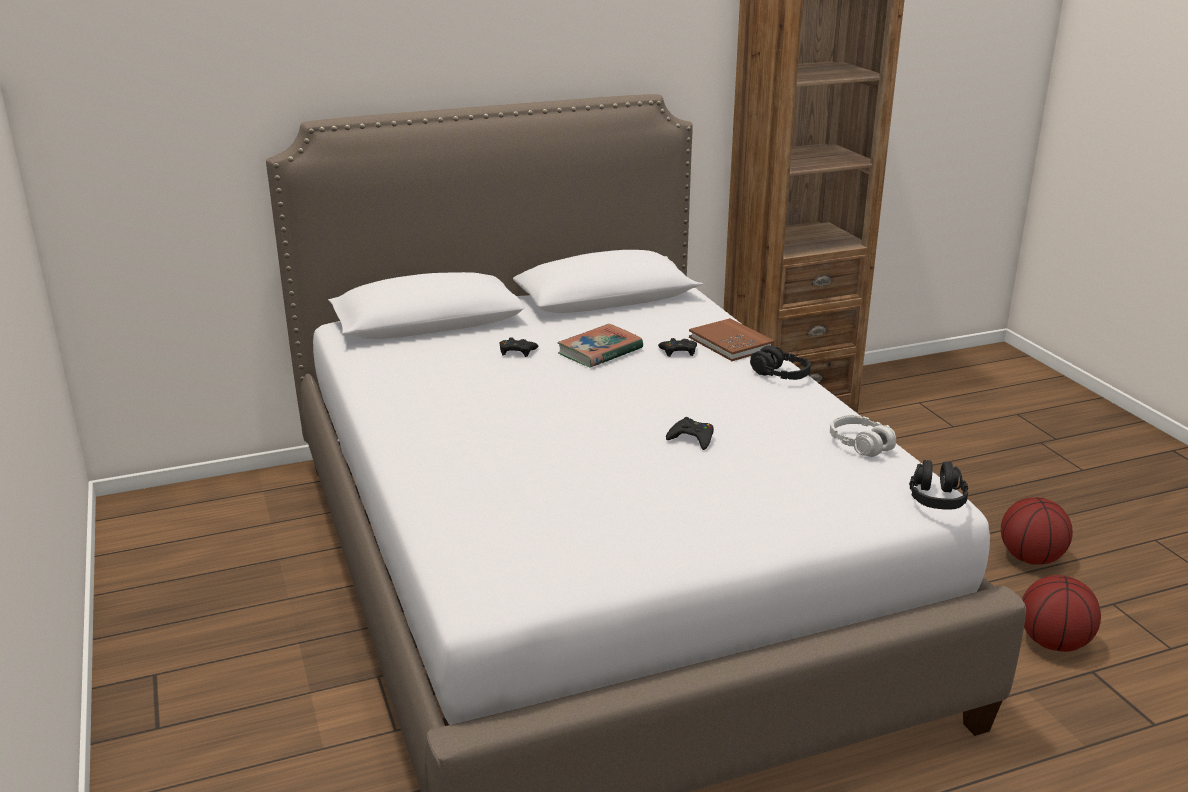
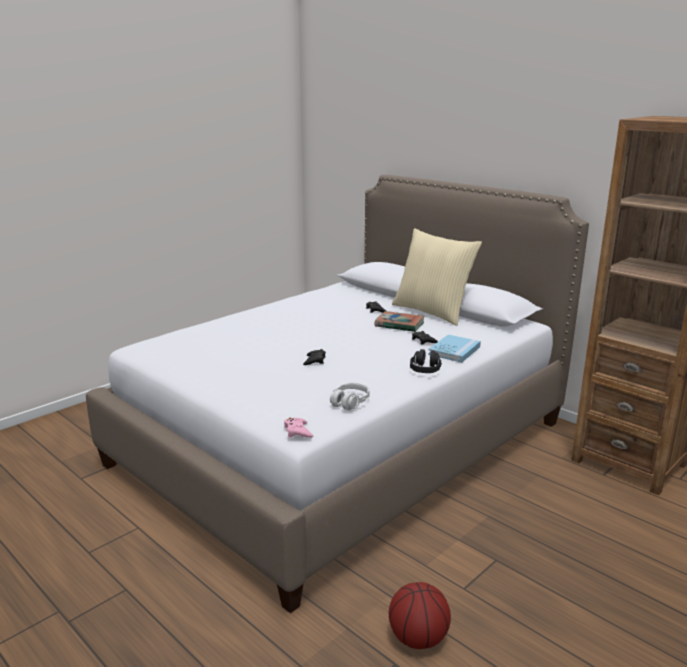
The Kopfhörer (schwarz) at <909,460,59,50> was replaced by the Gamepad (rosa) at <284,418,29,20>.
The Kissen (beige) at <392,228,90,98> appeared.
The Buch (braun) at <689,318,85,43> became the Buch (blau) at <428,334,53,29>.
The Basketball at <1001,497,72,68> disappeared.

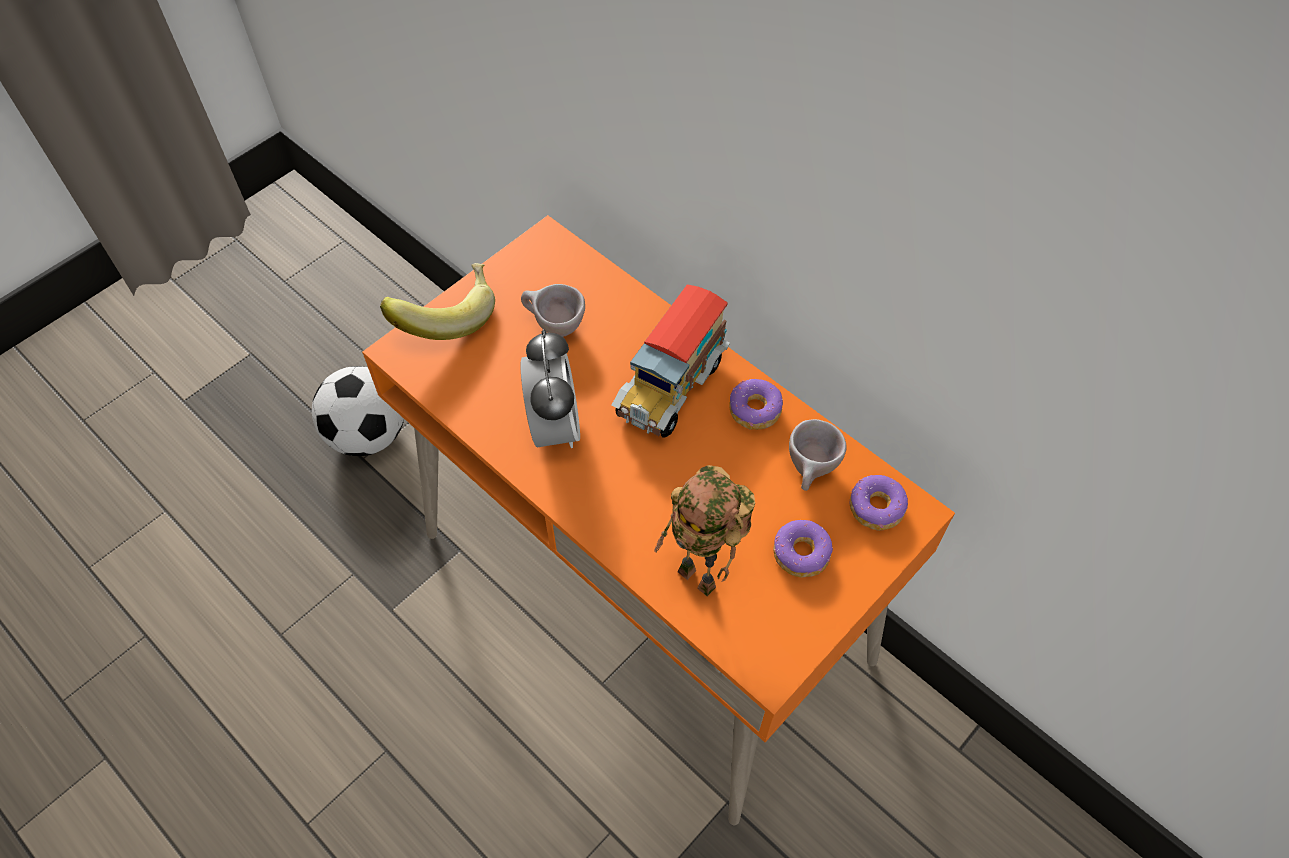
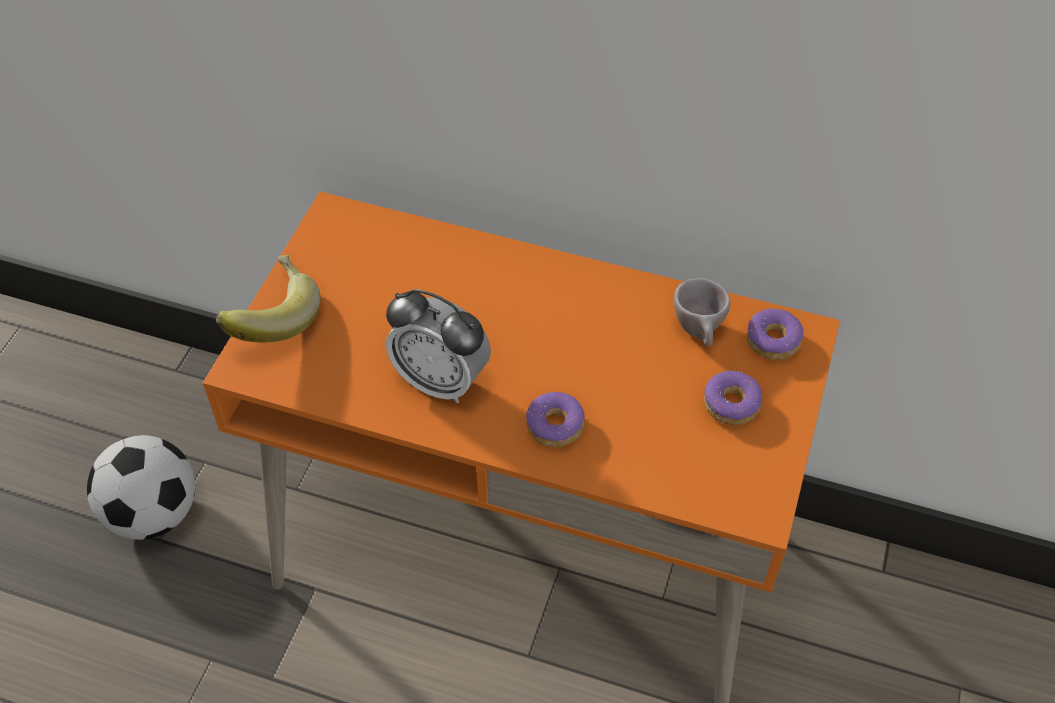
The Wecker at <521,329,59,119> turned 150 degrees clockwise.
The Donut moved from <729,379,54,51> to <526,392,58,55>.
The Tasse (beige) at <521,284,64,53> disappeared.
The Spielzeuglaster at <612,284,118,154> disappeared.
The Spielzeugroboter at <654,465,101,131> disappeared.

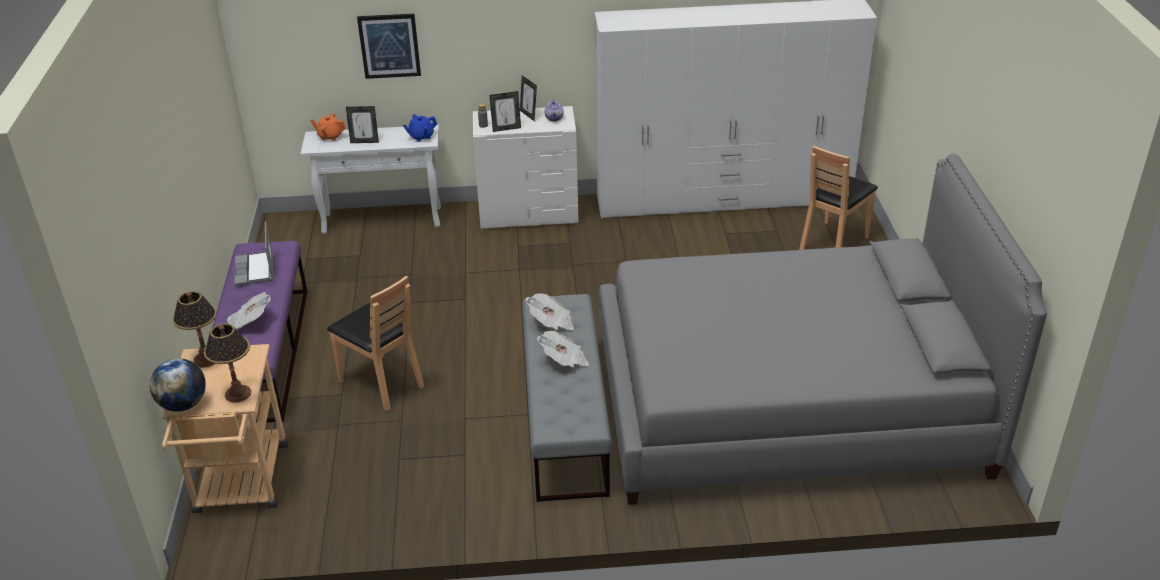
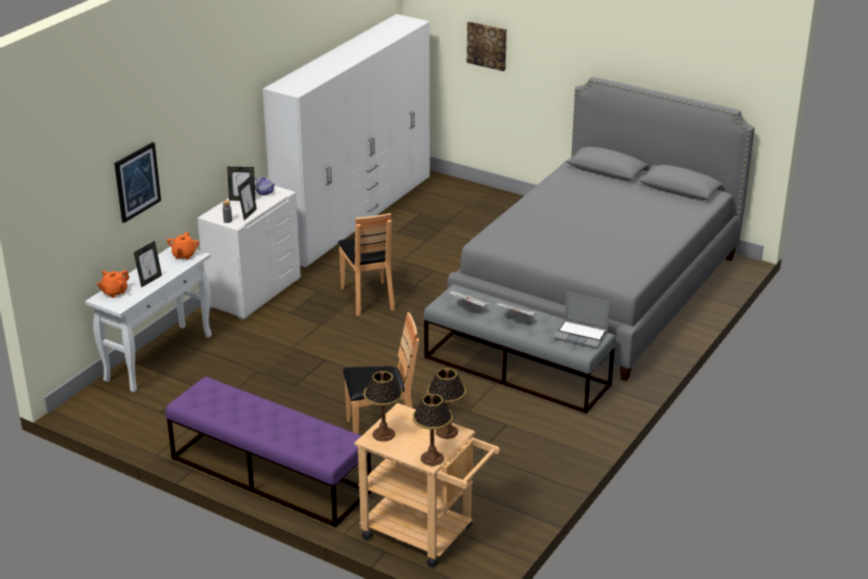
The Teekanne (blau) at <403,114,34,28> became the Teekanne (orange) at <167,232,32,28>.
The Stuhl (braun) moved from <799,146,79,104> to <338,213,57,103>.
The Globus at <150,358,56,54> was replaced by the Tischlampe at <413,394,40,72>.
The Bild at <467,21,40,50> appeared.
The Laptop moved from <234,221,39,65> to <554,292,56,57>.
The Zeitung at <227,292,44,37> disappeared.

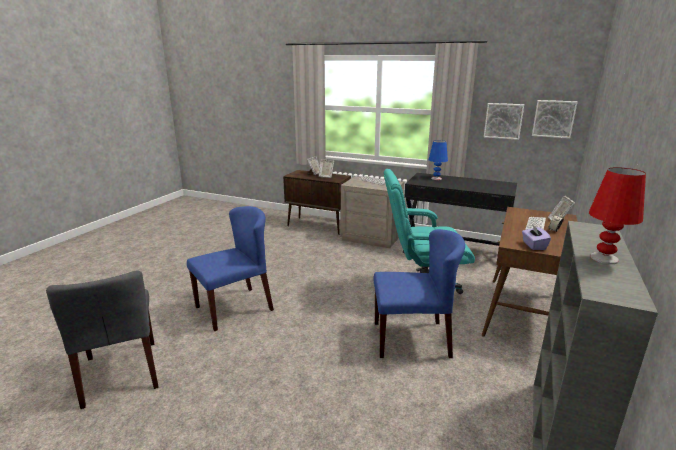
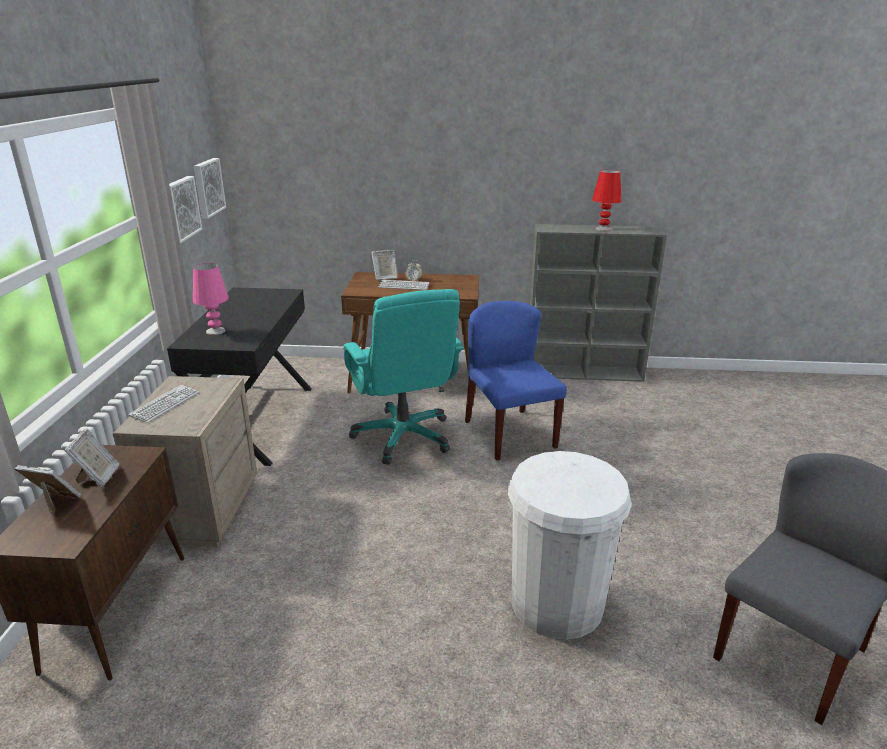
The Tischlampe (blau) at <429,140,19,40> became the Tischlampe (rosa) at <193,263,36,72>.
The Stuhl (blau) at <187,206,87,125> was replaced by the Mülleimer (weiß) at <508,451,124,189>.
The Taschentuchbox (lila) at <522,225,29,25> disappeared.

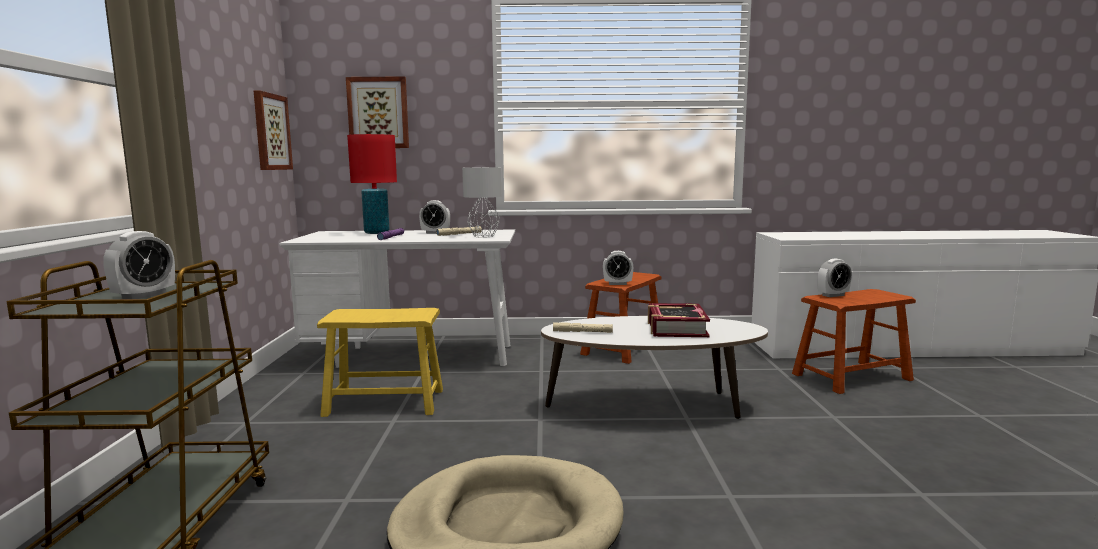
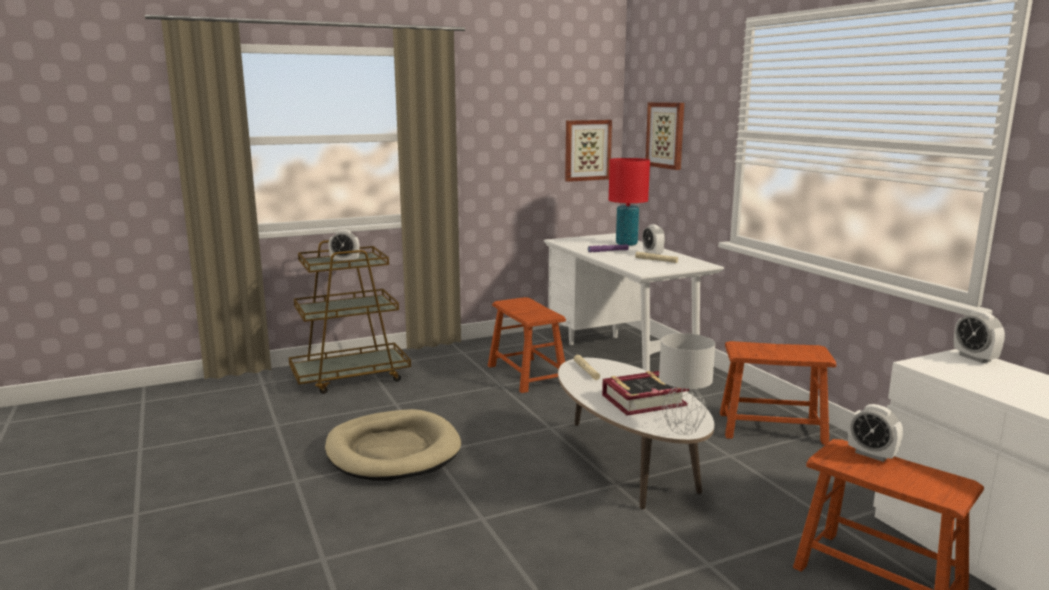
The Hocker (gelb) at <317,308,126,109> became the Hocker (braun) at <488,297,78,96>.
The Tischlampe (grau) moved from <462,167,40,71> to <659,333,56,102>.
The Wecker moved from <603,251,30,34> to <954,311,51,52>.

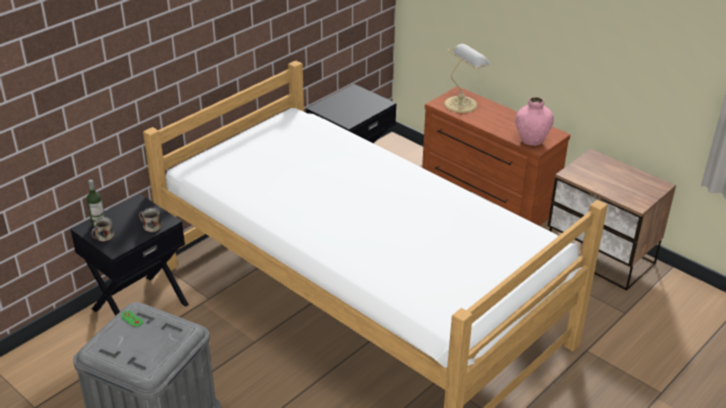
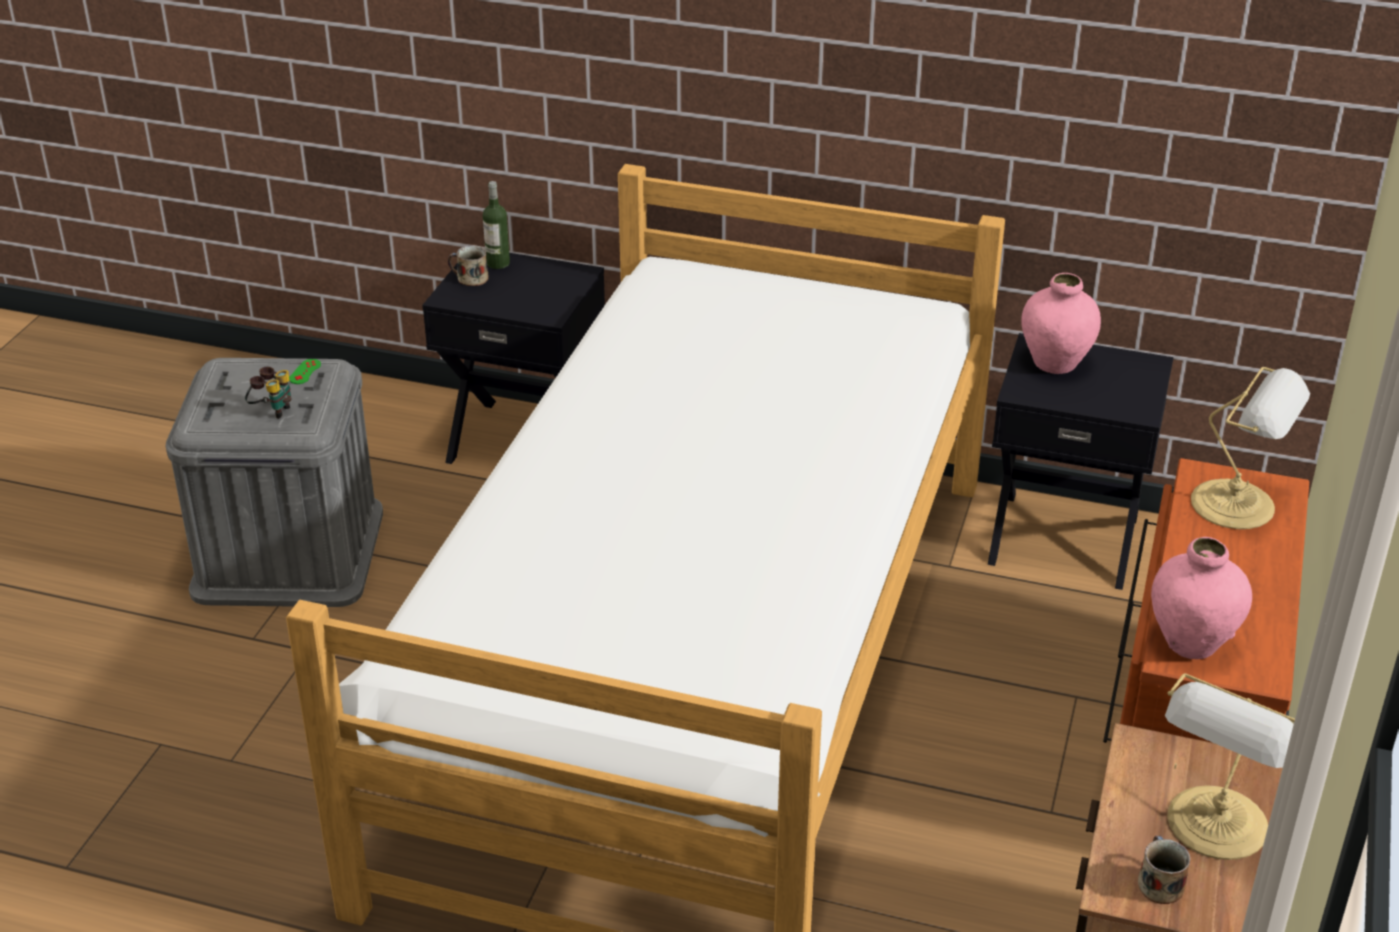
The Fernglas at <245,367,47,52> appeared.
The Vase (rosa) at <1021,273,80,101> appeared.
The Henkelbecher moved from <139,208,23,24> to <1138,836,53,68>.
The Tischlampe at <1165,674,130,186> appeared.

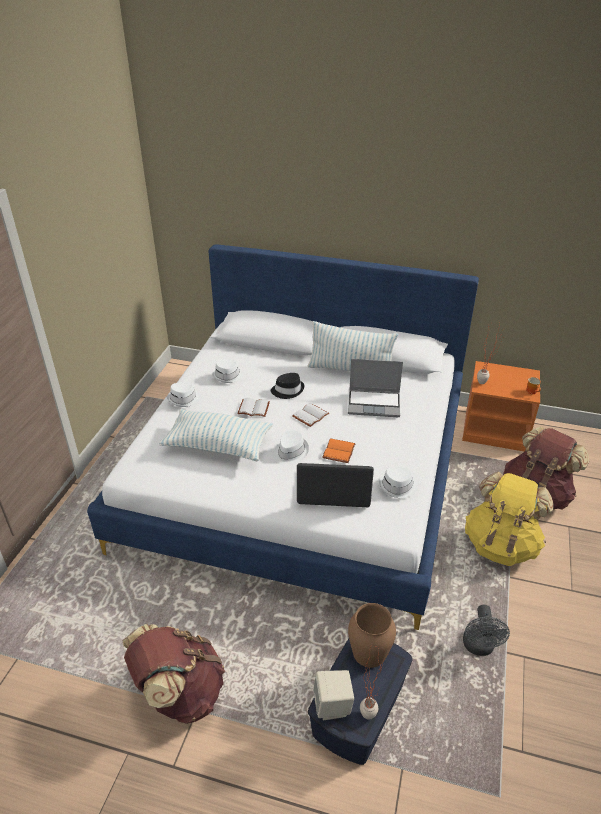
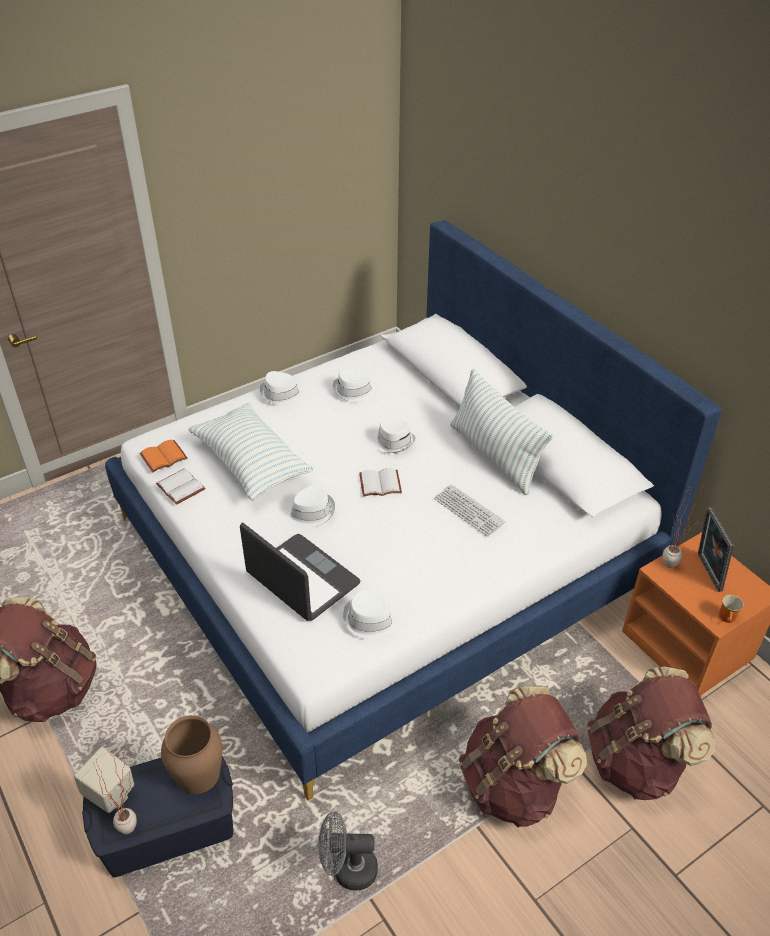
The Buch (orange) moved from <322,438,34,25> to <140,440,48,32>.
The Buch (weiß) moved from <237,398,33,19> to <156,468,50,37>.
The Ventilator (grau) at <463,605,47,51> turned 45 degrees clockwise.
The Hut (schwarz) at <271,373,34,26> became the Hut (weiß) at <372,418,43,35>.
The Laptop at <348,359,55,58> was replaced by the Tastatur at <434,484,71,53>.
The Rucksack (gelb) at <465,472,89,94> became the Rucksack (braun) at <459,686,128,142>.
The Bilderrahmen at <698,507,36,85> appeared.

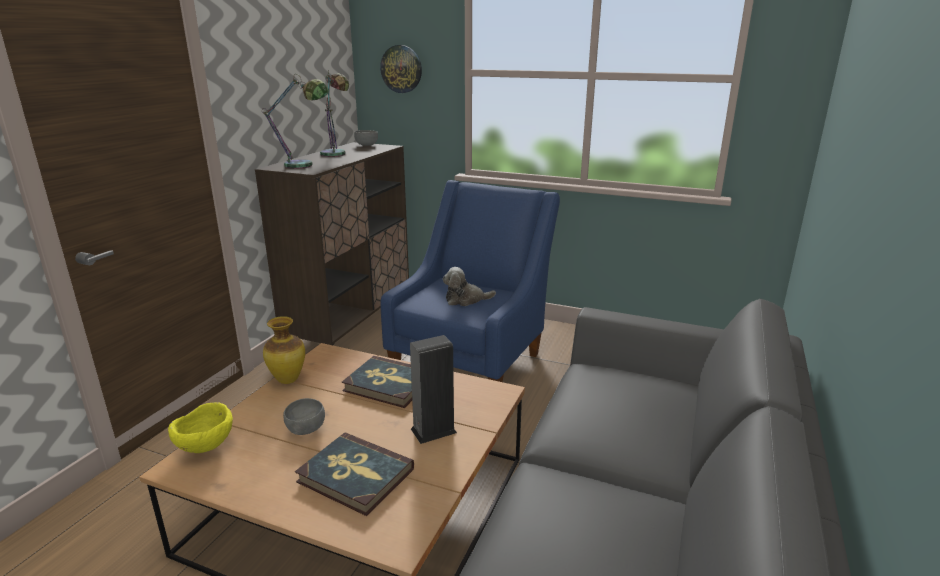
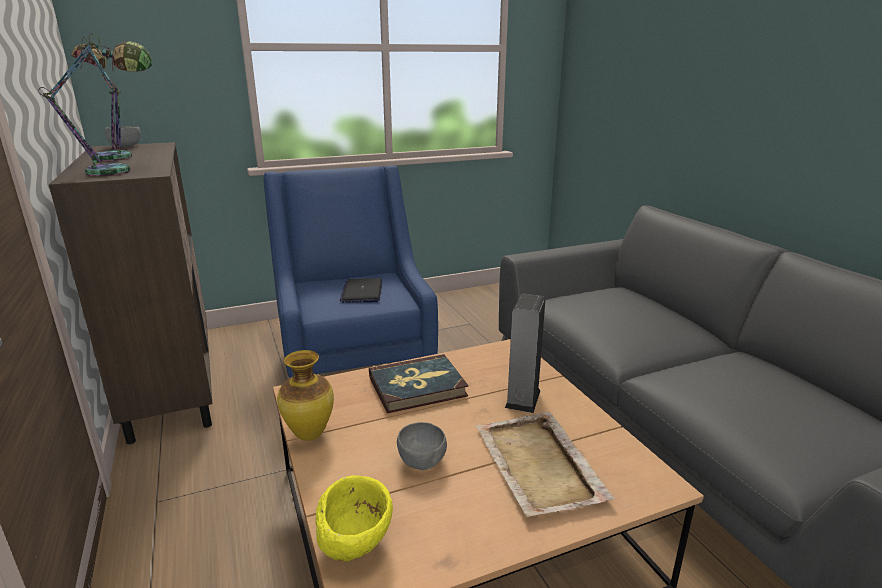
The Plüschtier at <443,267,53,39> was replaced by the Laptop at <340,278,42,25>.
The Buch at <295,432,119,84> was replaced by the Tablett (beige) at <476,412,139,105>.
The Wanduhr at <380,45,42,48> disappeared.

